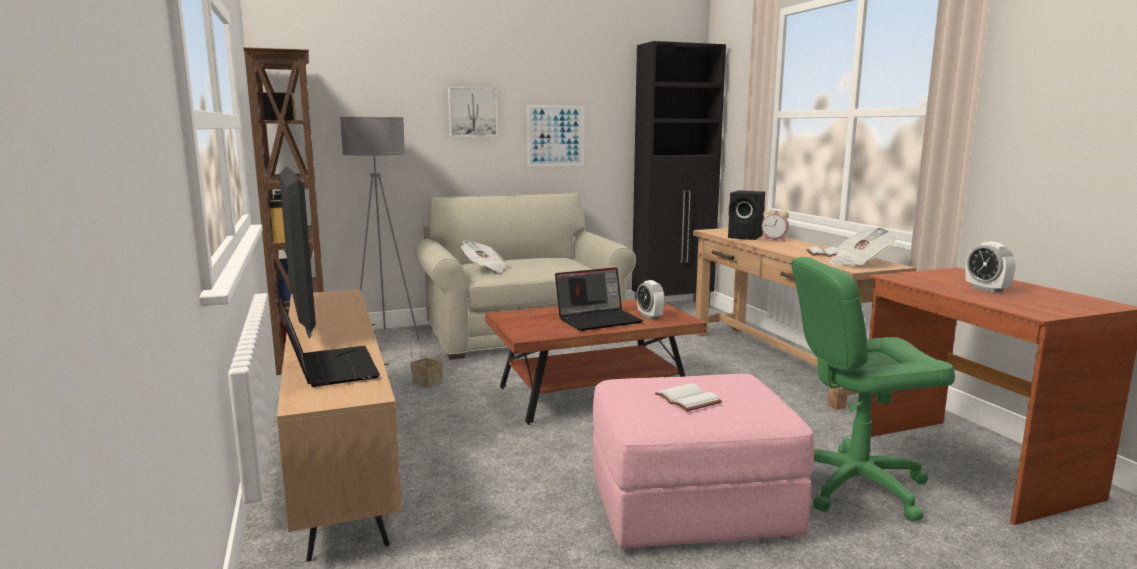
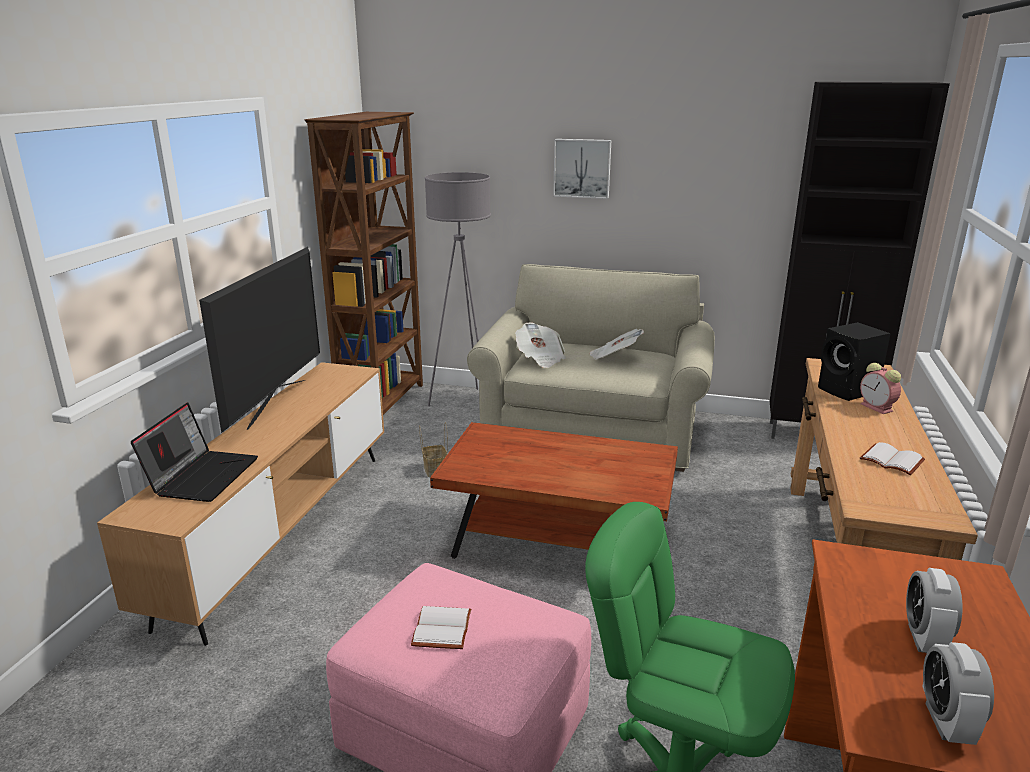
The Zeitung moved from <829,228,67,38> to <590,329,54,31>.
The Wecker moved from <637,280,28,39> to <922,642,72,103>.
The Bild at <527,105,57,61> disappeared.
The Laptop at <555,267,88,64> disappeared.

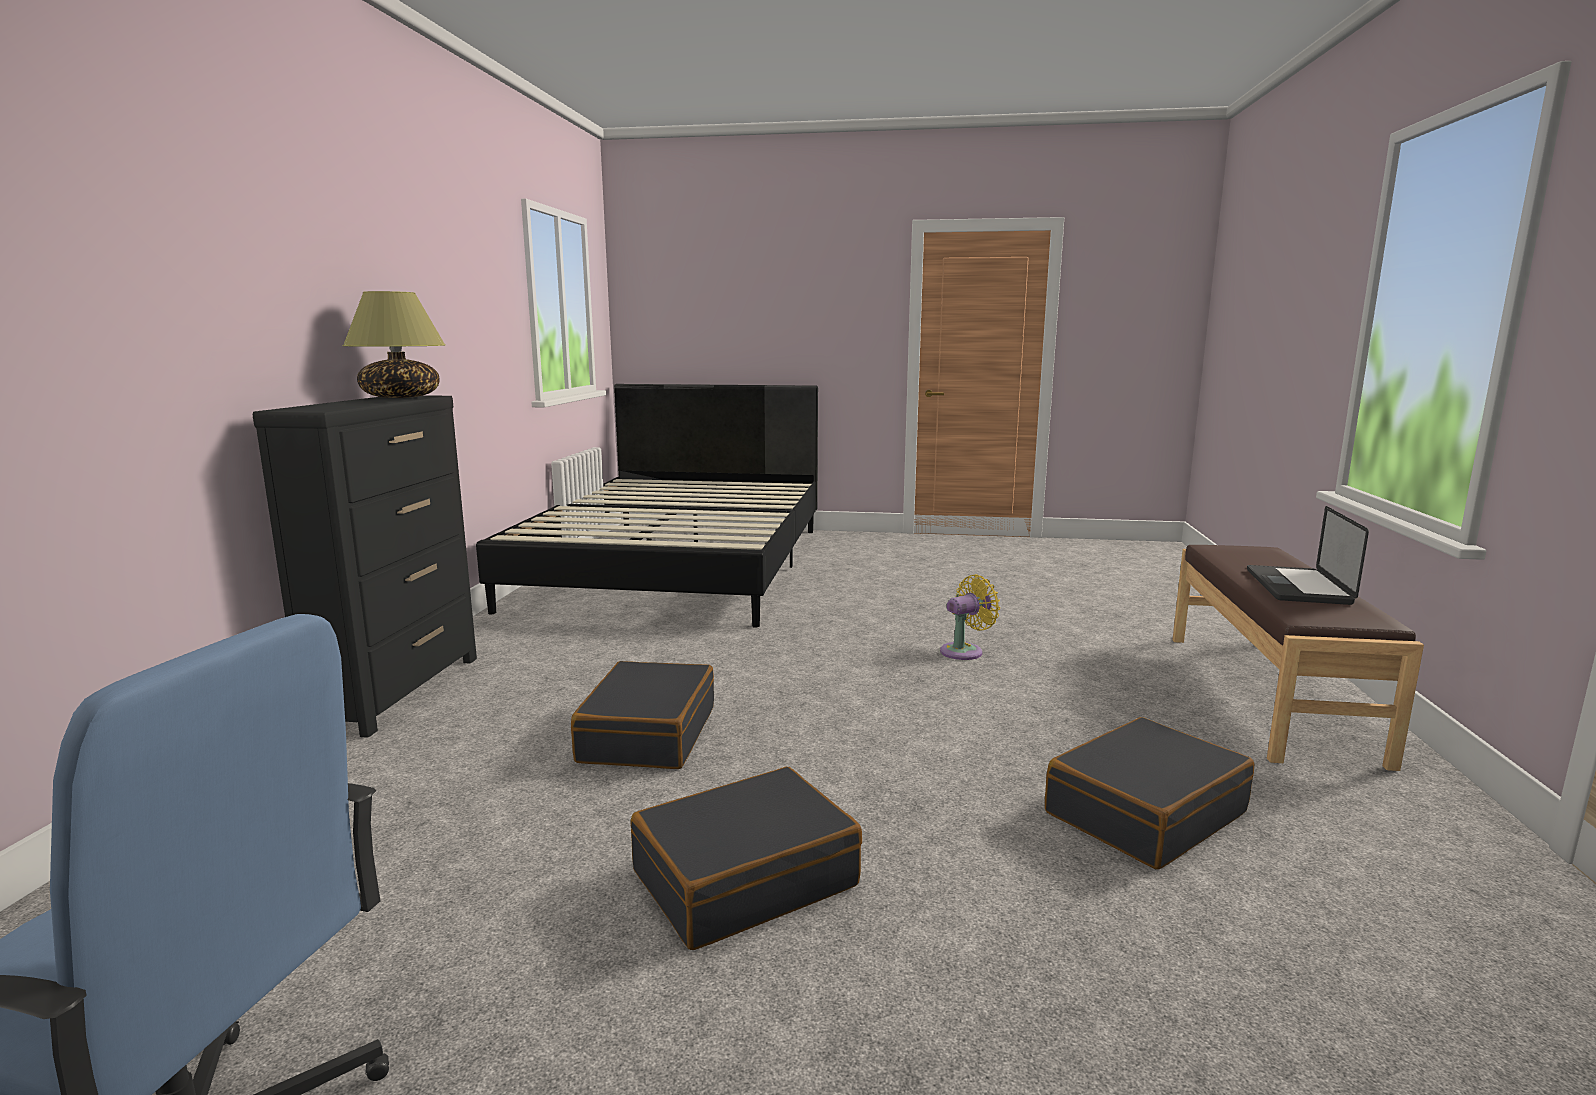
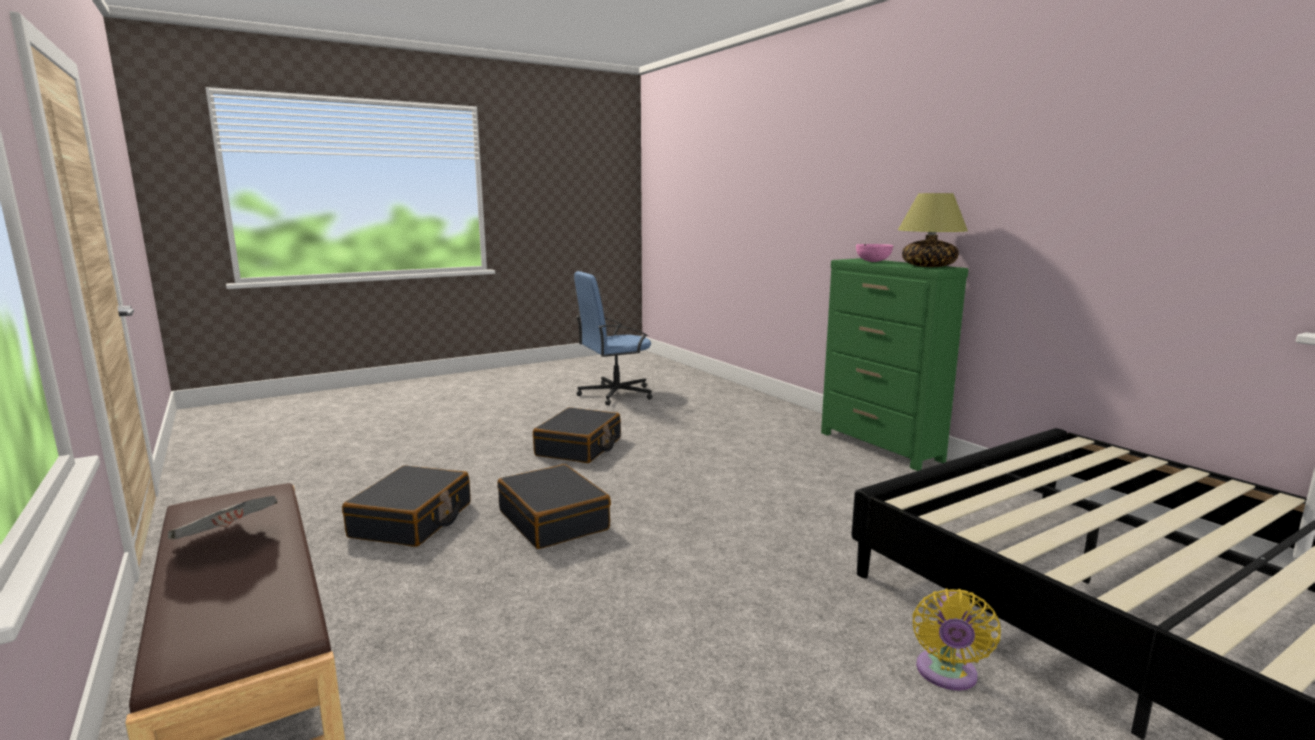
The Laptop at <1247,506,122,99> was replaced by the Zeitung at <168,496,110,44>.
The Koffer (schwarz) moved from <571,661,143,108> to <497,464,114,85>.
The Kommode (schwarz) at <252,395,225,343> became the Kommode (grün) at <821,258,147,213>.
The Schüssel (rosa) at <856,244,37,18> appeared.
The Ventilator (gelb) moved from <940,574,60,86> to <912,588,89,103>.

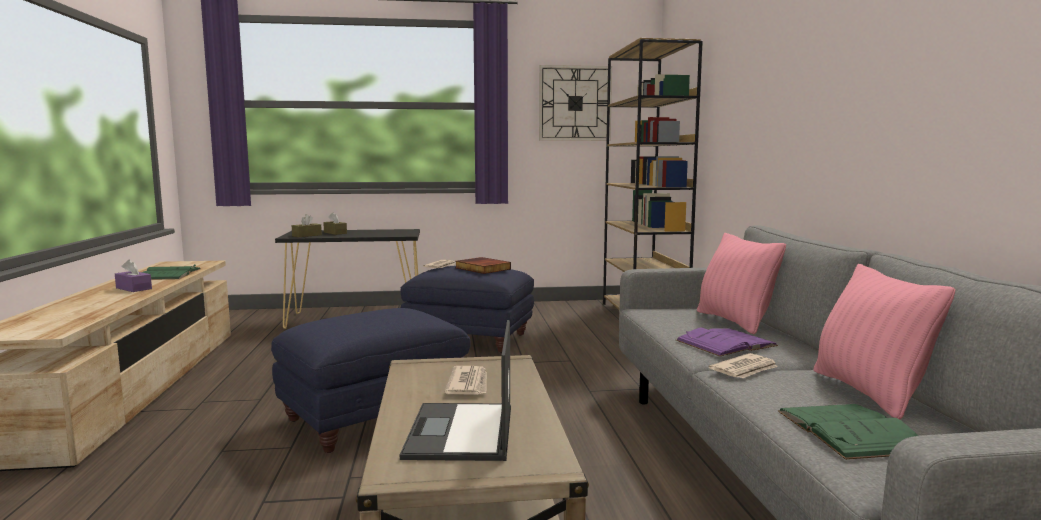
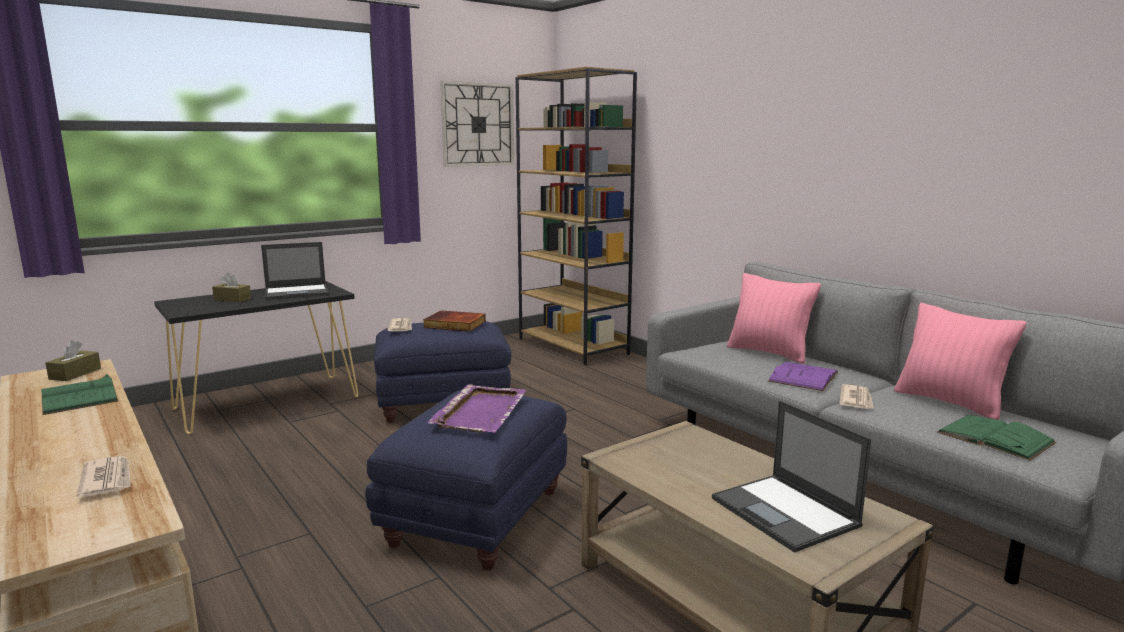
The Taschentuchbox (braun) moved from <292,214,30,23> to <45,340,56,41>.
The Zeitung moved from <445,366,42,29> to <77,456,54,42>.
The Laptop at <261,242,68,58> appeared.
The Tablett (lila) at <427,384,99,49> appeared.
The Taschentuchbox (lila) at <115,259,37,33> disappeared.

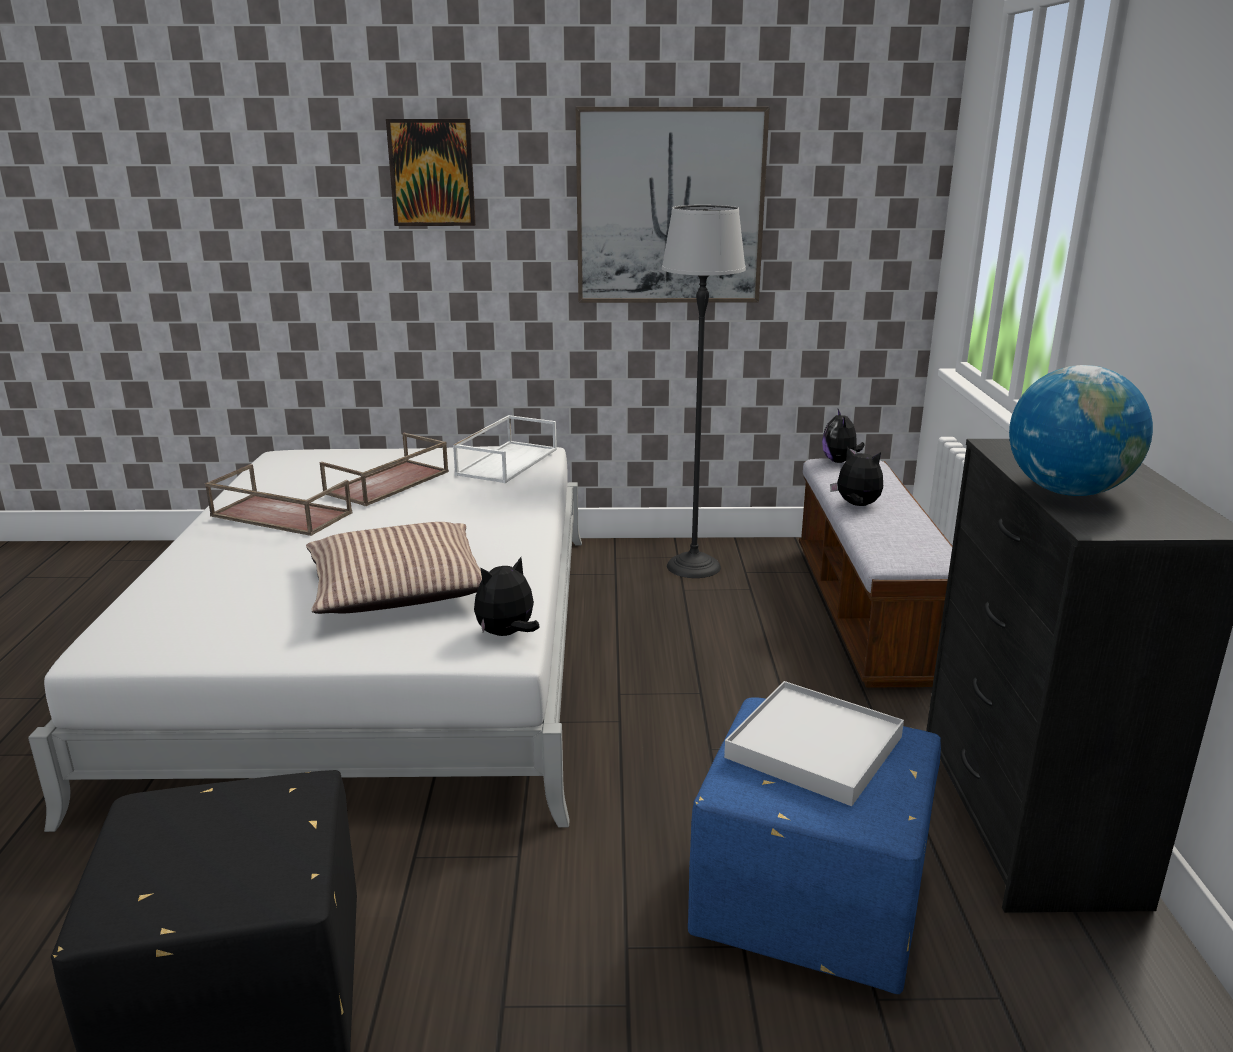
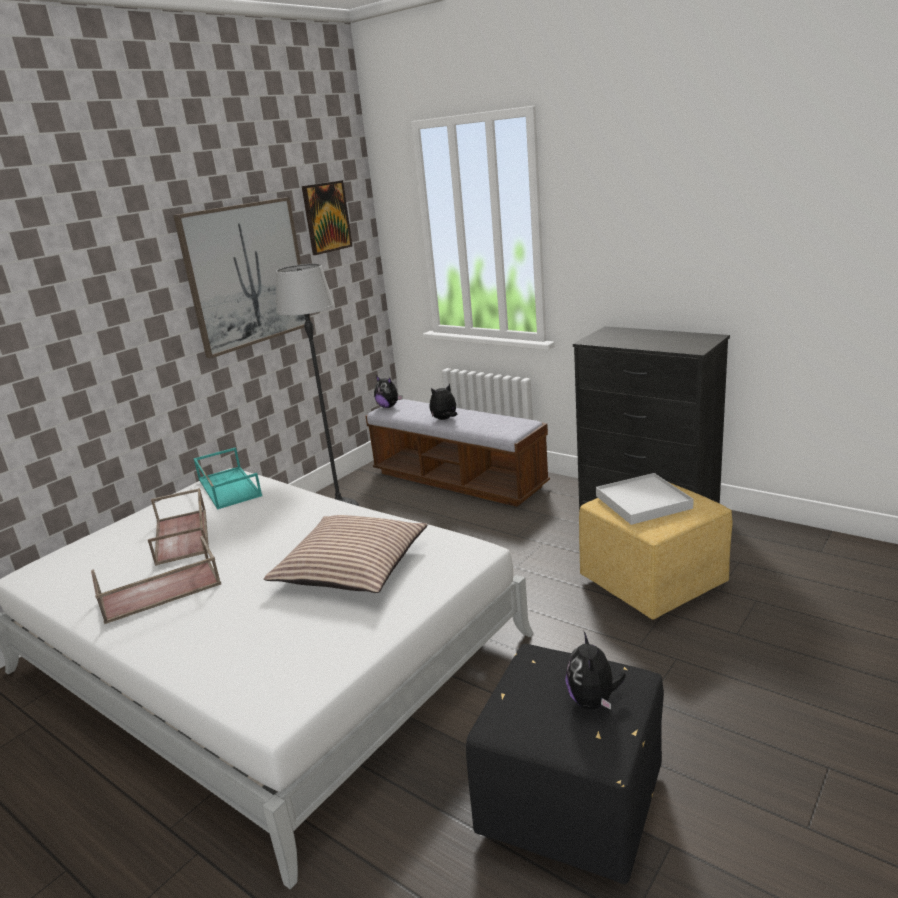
The Tablett (weiß) at <453,415,104,68> became the Tablett (türkis) at <194,447,68,63>.
The Bild moved from <386,119,90,107> to <302,180,50,75>.
The Plüschtier moved from <474,557,66,79> to <565,632,61,78>.
The Polsterhocker (blau) at <688,697,253,297> became the Polsterhocker (gelb) at <579,482,154,137>.
The Globus at <1009,365,144,131> disappeared.

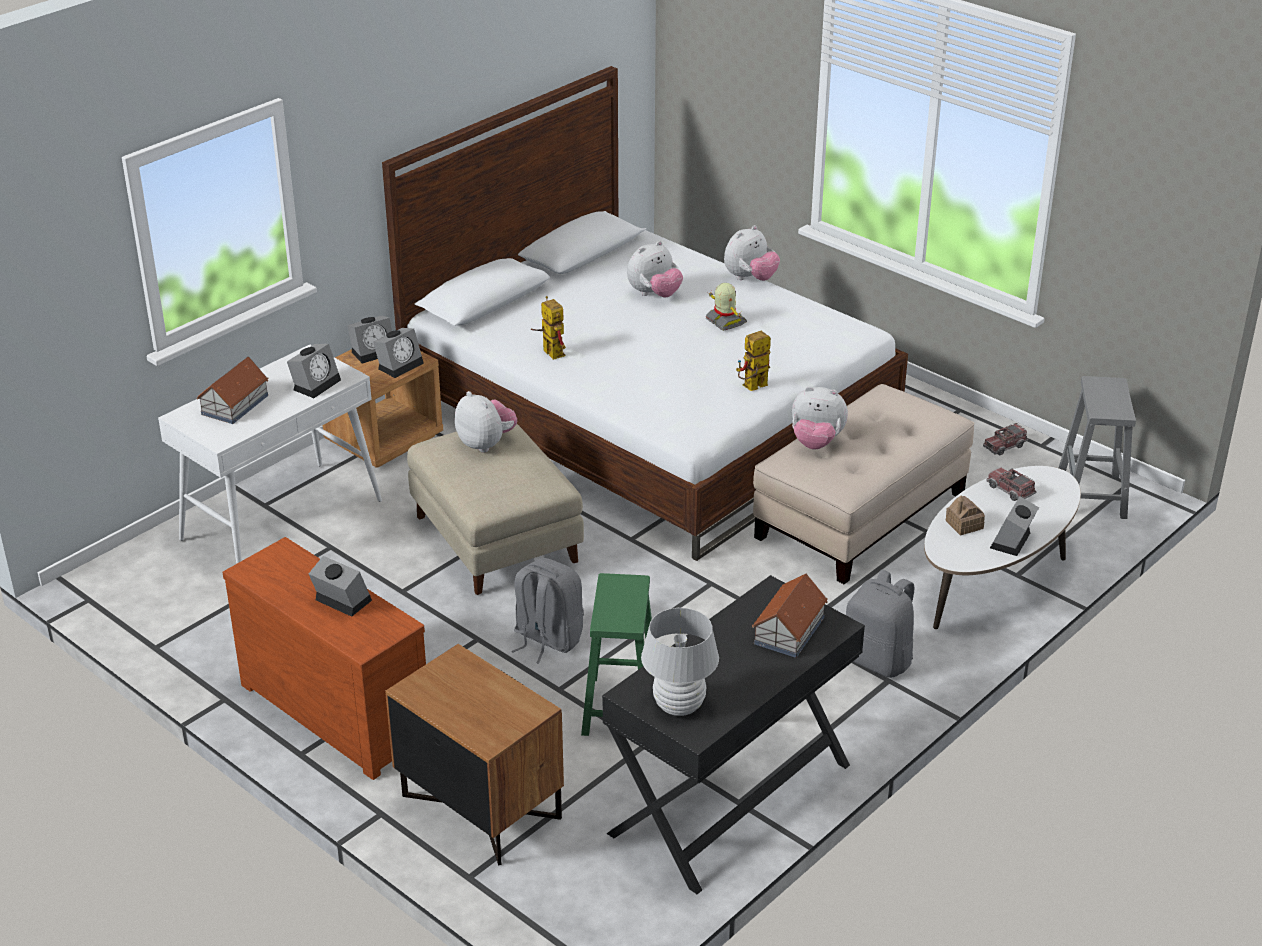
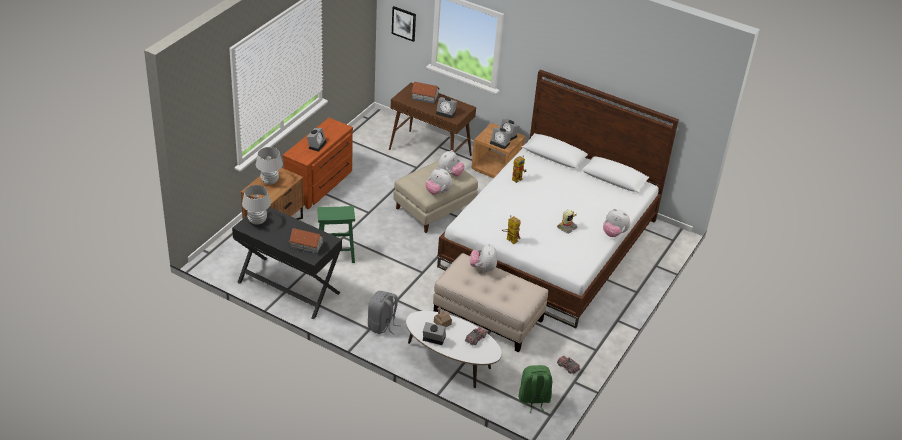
The Tischlampe (weiß) at <256,147,27,38> appeared.
The Konsolentisch (weiß) at <158,345,224,219> became the Konsolentisch (braun) at <389,83,87,73>.
The Bild at <392,6,24,36> appeared.
The Plüschtier moved from <627,241,56,57> to <425,167,27,28>.
The Hocker (grau) at <1059,376,77,143> was replaced by the Rucksack (grün) at <518,365,34,48>.
The Rucksack (grau) at <512,558,72,106> disappeared.

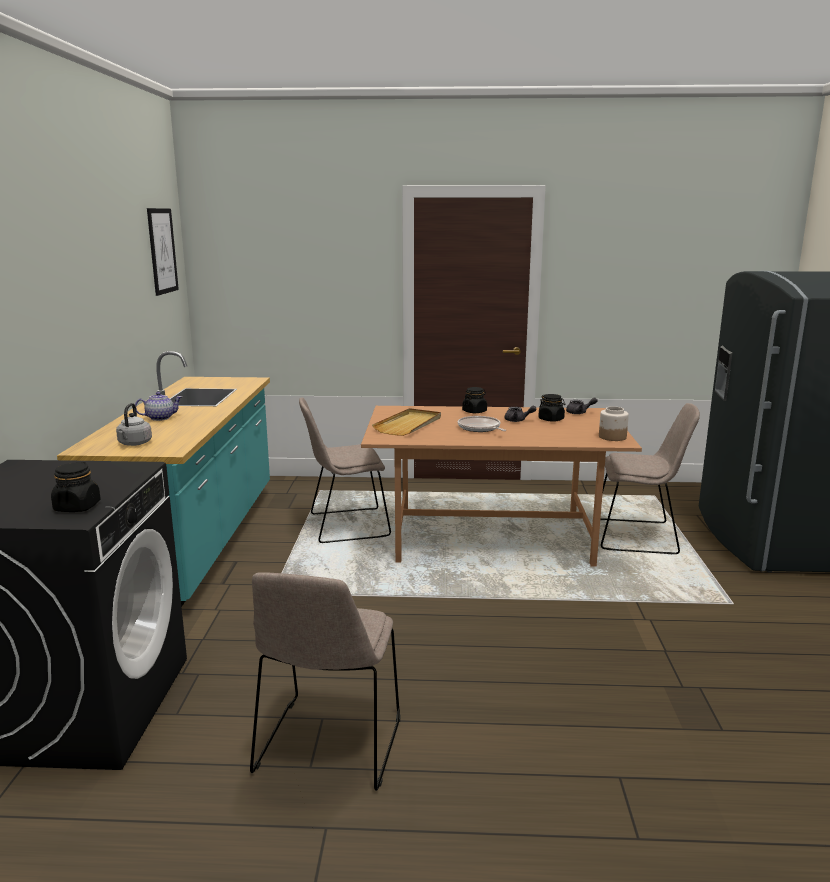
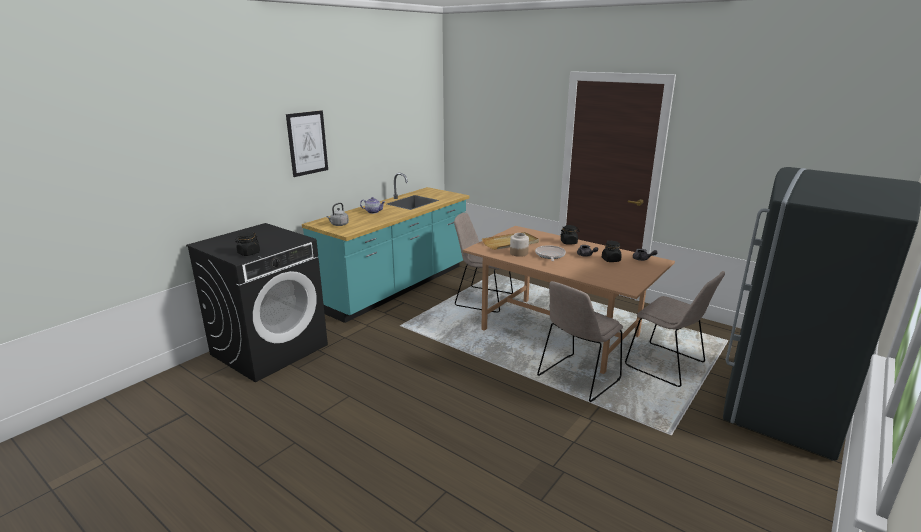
The Bild moved from <147,208,32,88> to <286,110,42,67>.
The Vorratsglas moved from <599,406,30,35> to <510,233,19,24>.
The Stuhl (beige) moved from <250,572,150,219> to <537,281,86,121>.

